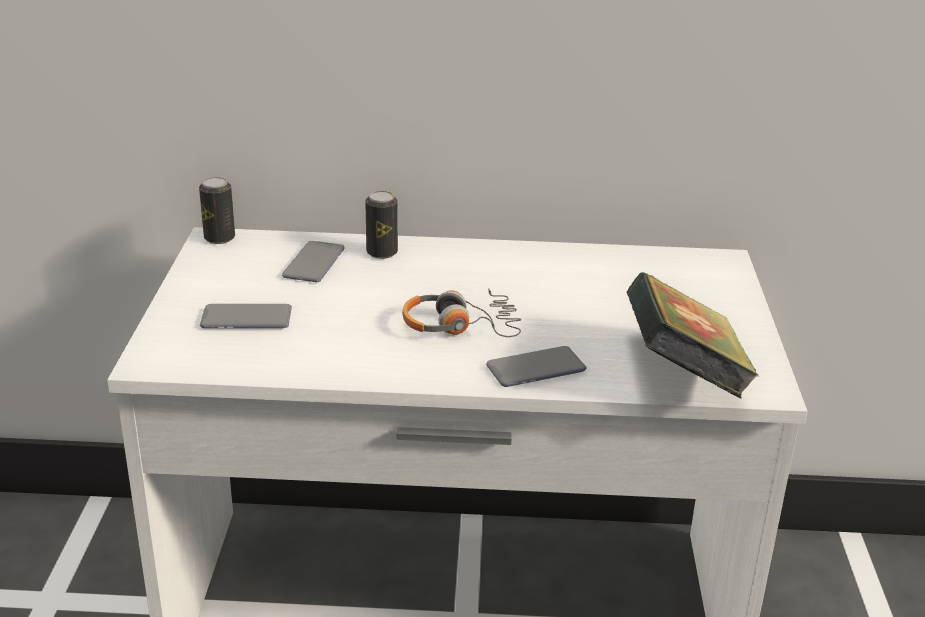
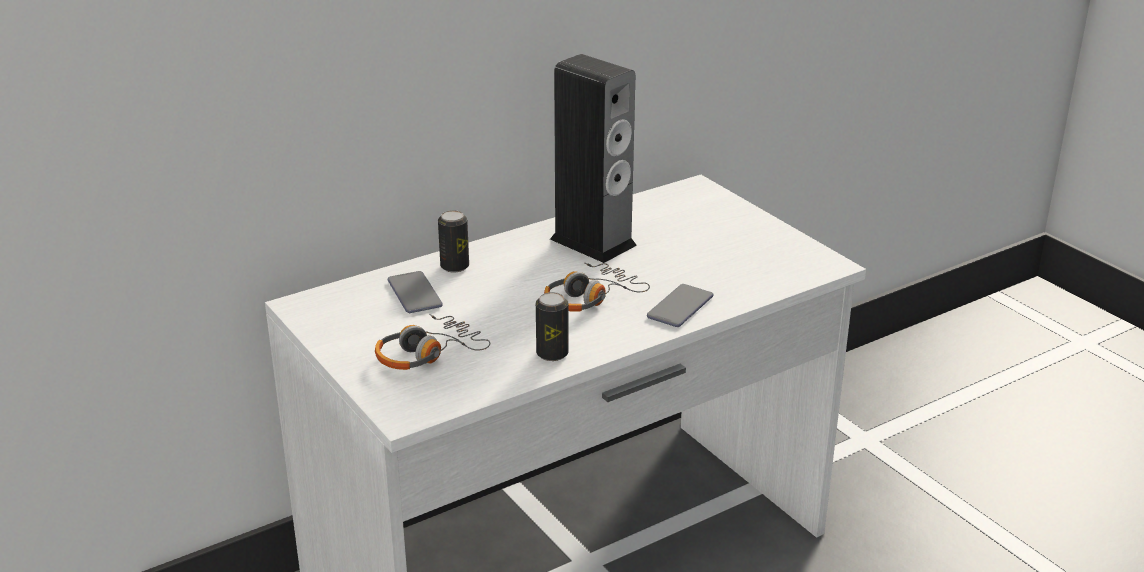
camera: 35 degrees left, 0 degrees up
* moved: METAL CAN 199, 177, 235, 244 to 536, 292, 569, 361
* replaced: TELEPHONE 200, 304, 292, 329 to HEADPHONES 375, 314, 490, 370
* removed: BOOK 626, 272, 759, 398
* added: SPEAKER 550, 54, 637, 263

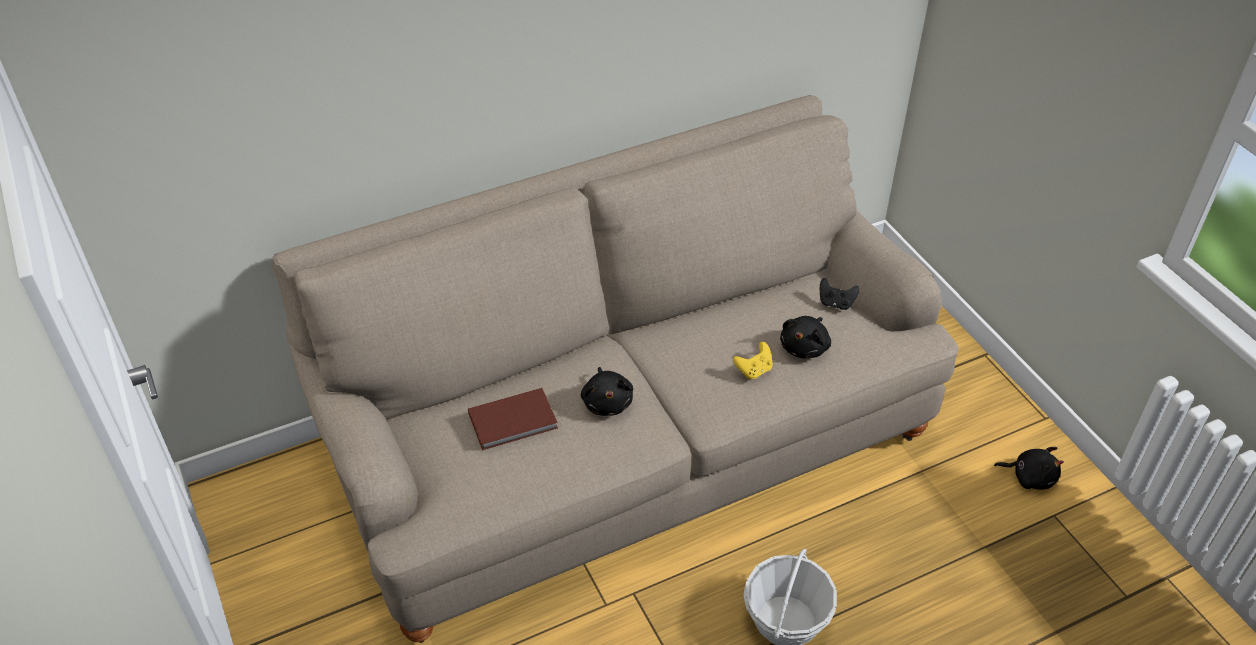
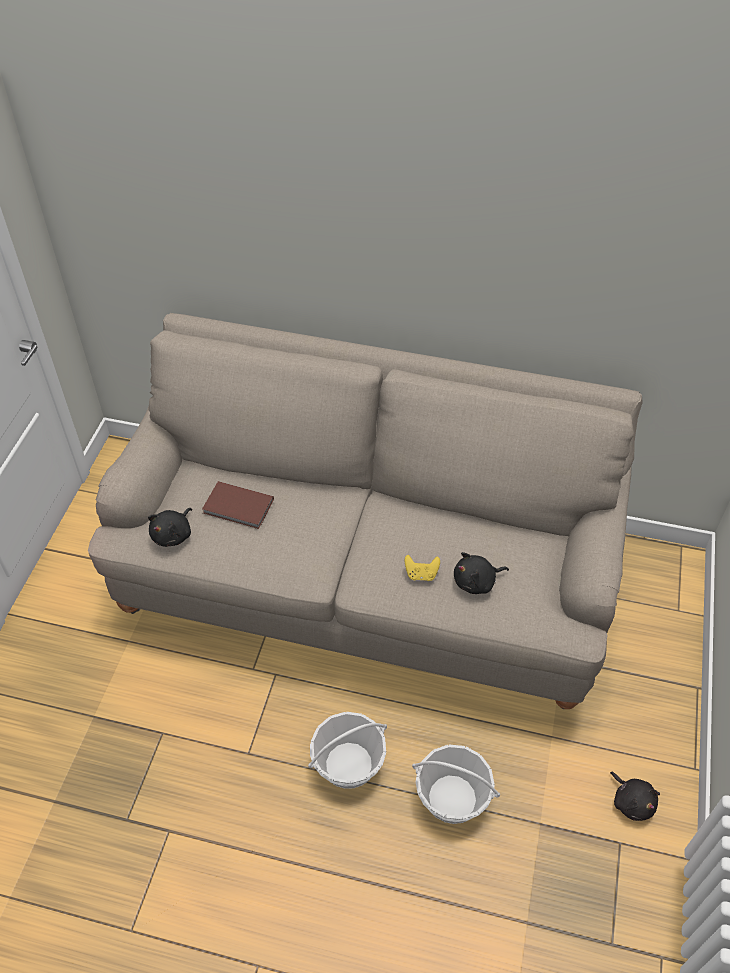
camera: 40 degrees right, 5 degrees up
* moved: BLACK-COLOURED CUDDLY TOY 581, 367, 633, 416 to 148, 508, 192, 547
* removed: BLACK-COLOURED JOYPAD 820, 278, 859, 310
* added: BASKET 412, 744, 500, 824

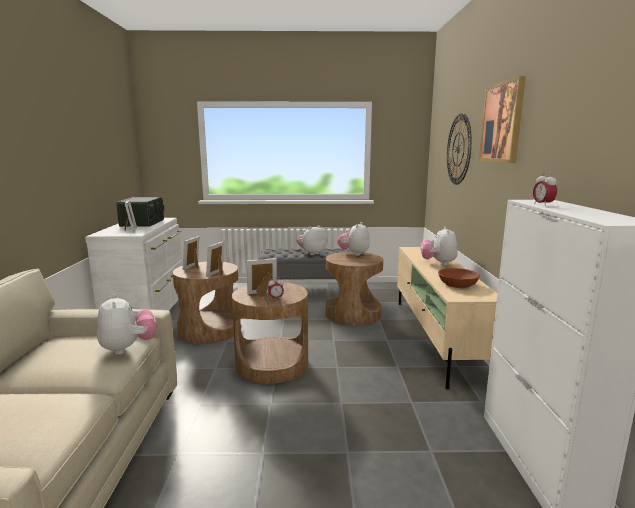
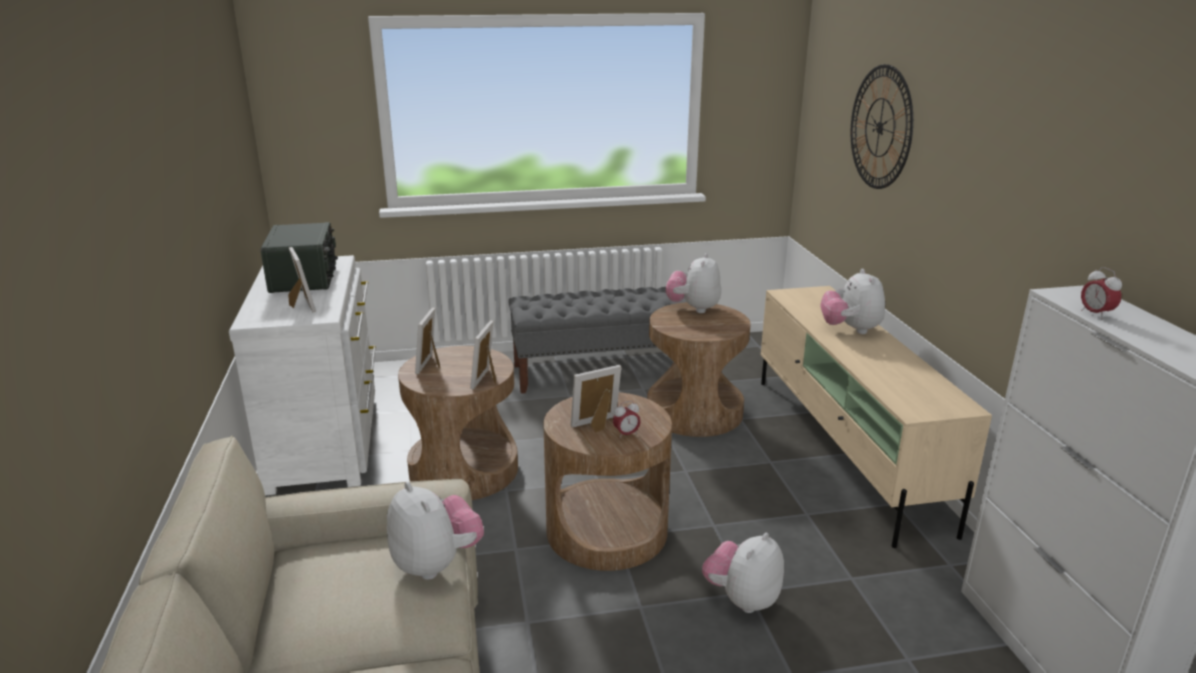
camera: 10 degrees left, 10 degrees up
* moved: CUDDLY TOY 297, 225, 327, 255 to 702, 533, 784, 613
* removed: BROWN SERVING BOWL 438, 268, 480, 288
* removed: WALL PICTURE 479, 76, 526, 163

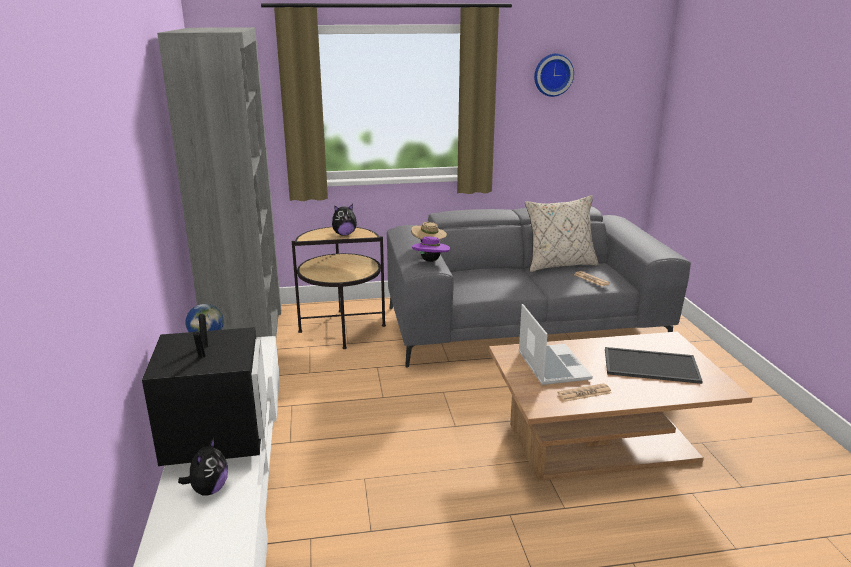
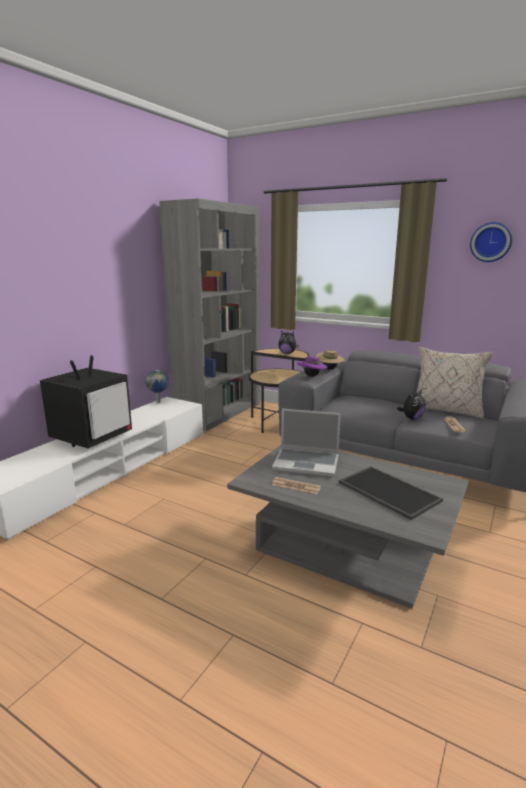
camera: 40 degrees right, 5 degrees down
* moved: CUDDLY TOY 178, 438, 228, 496 to 397, 390, 425, 420
* recoloured: BROWN COFFEE TABLE 489, 332, 753, 481 to GREY COFFEE TABLE 227, 445, 468, 609
* turned: NOTEBOOK COMPUTER 518, 304, 593, 385 = 272, 409, 341, 477 75 degrees clockwise

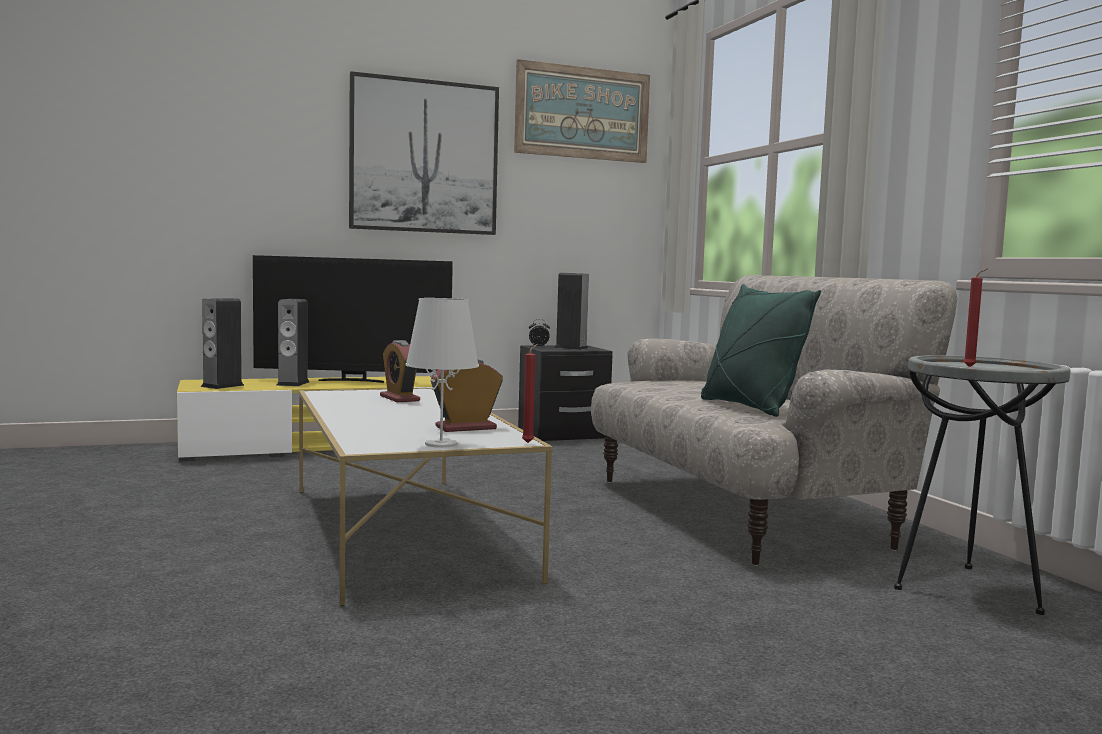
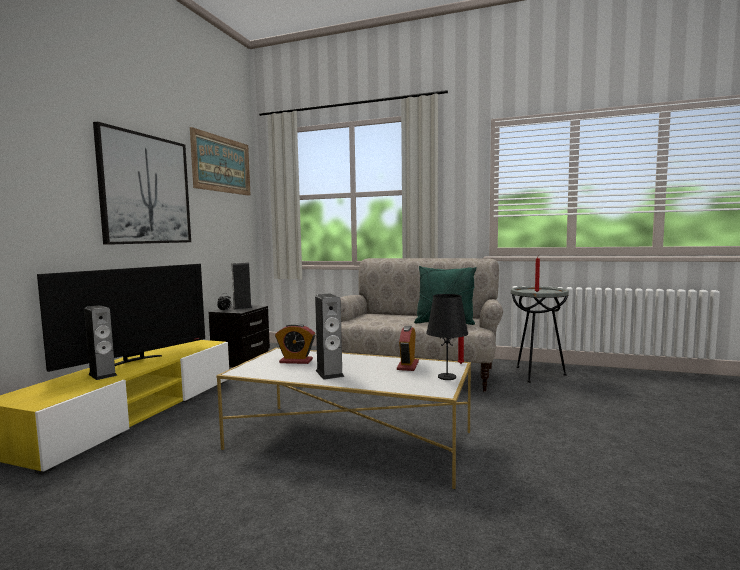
camera: 50 degrees left, 0 degrees up
* moved: SPEAKER 201, 298, 244, 389 to 315, 294, 344, 380
* recoloured: WHITISH TABLE LAMP 406, 298, 479, 448 to BLACK-COLOURED TABLE LAMP 426, 294, 468, 380

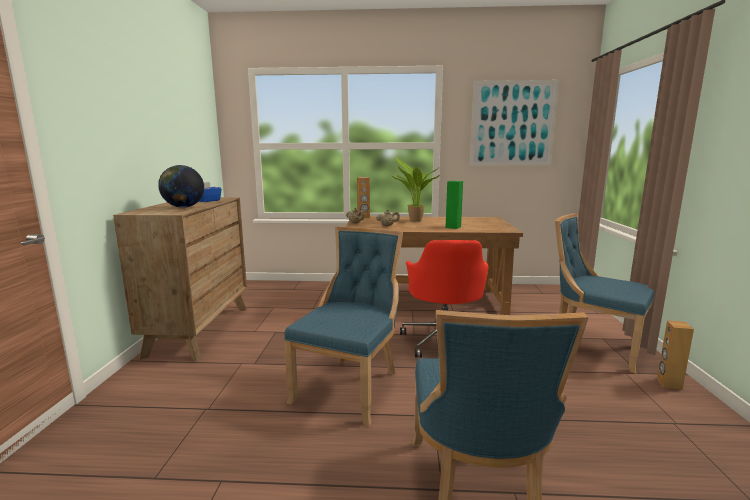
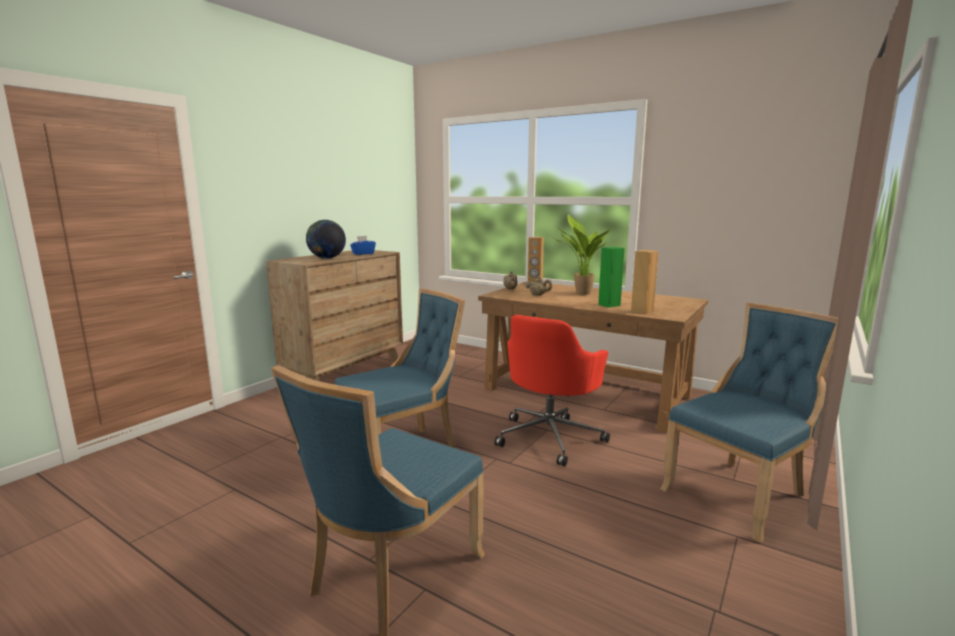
camera: 30 degrees right, 0 degrees up
* removed: WALL PICTURE 470, 80, 559, 166
* turned: BLUISH CHAIR 555, 213, 654, 373 = 660, 303, 838, 543 75 degrees clockwise
* moved: BROWN SPEAKER 657, 320, 694, 390 to 631, 250, 659, 314

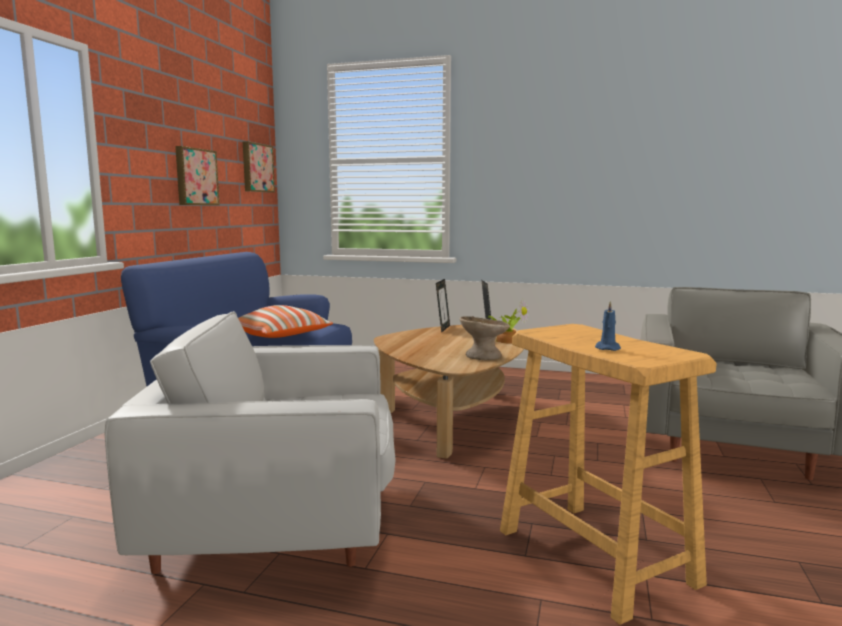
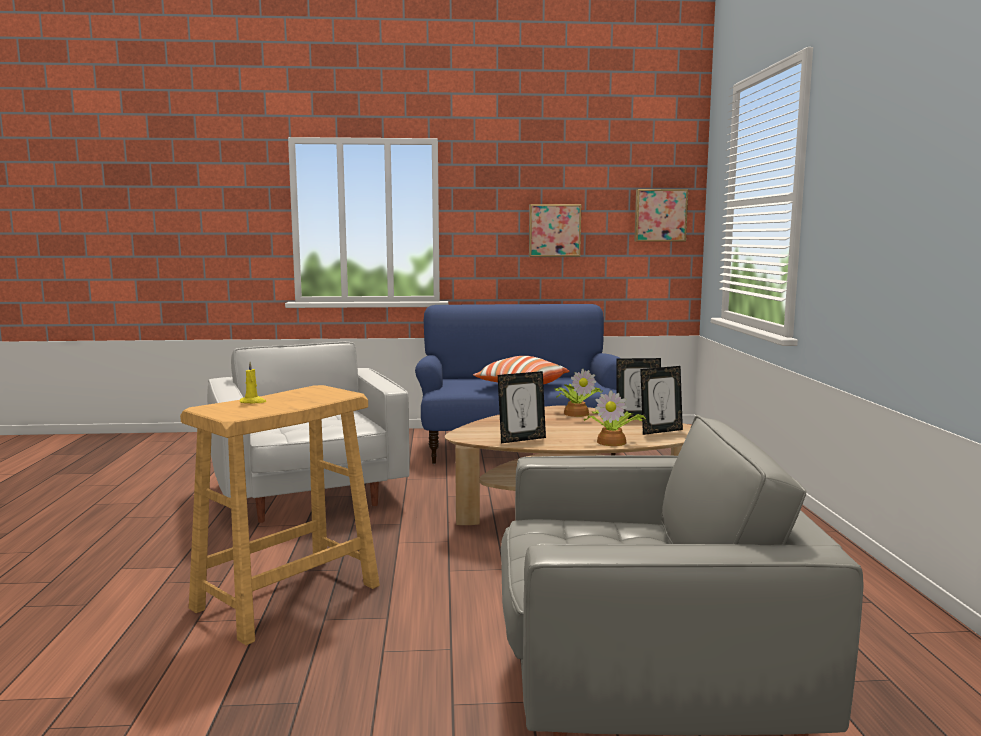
camera: 70 degrees right, 0 degrees up
* replaced: BEIGE-COLOURED SERVING BOWL 460, 316, 510, 360 to STANDING FRAME 498, 371, 546, 443
* recoloured: BLUISH WAX CANDLE 595, 301, 621, 351 to YELLOWISH WAX CANDLE 240, 362, 266, 403
* added: POTTED PLANT 554, 368, 602, 417

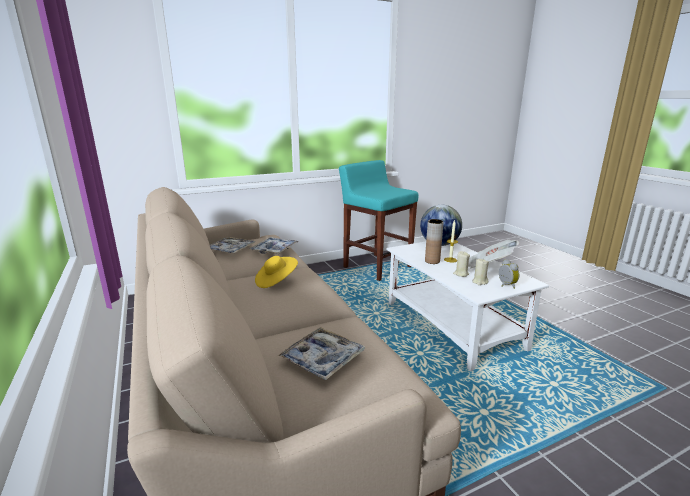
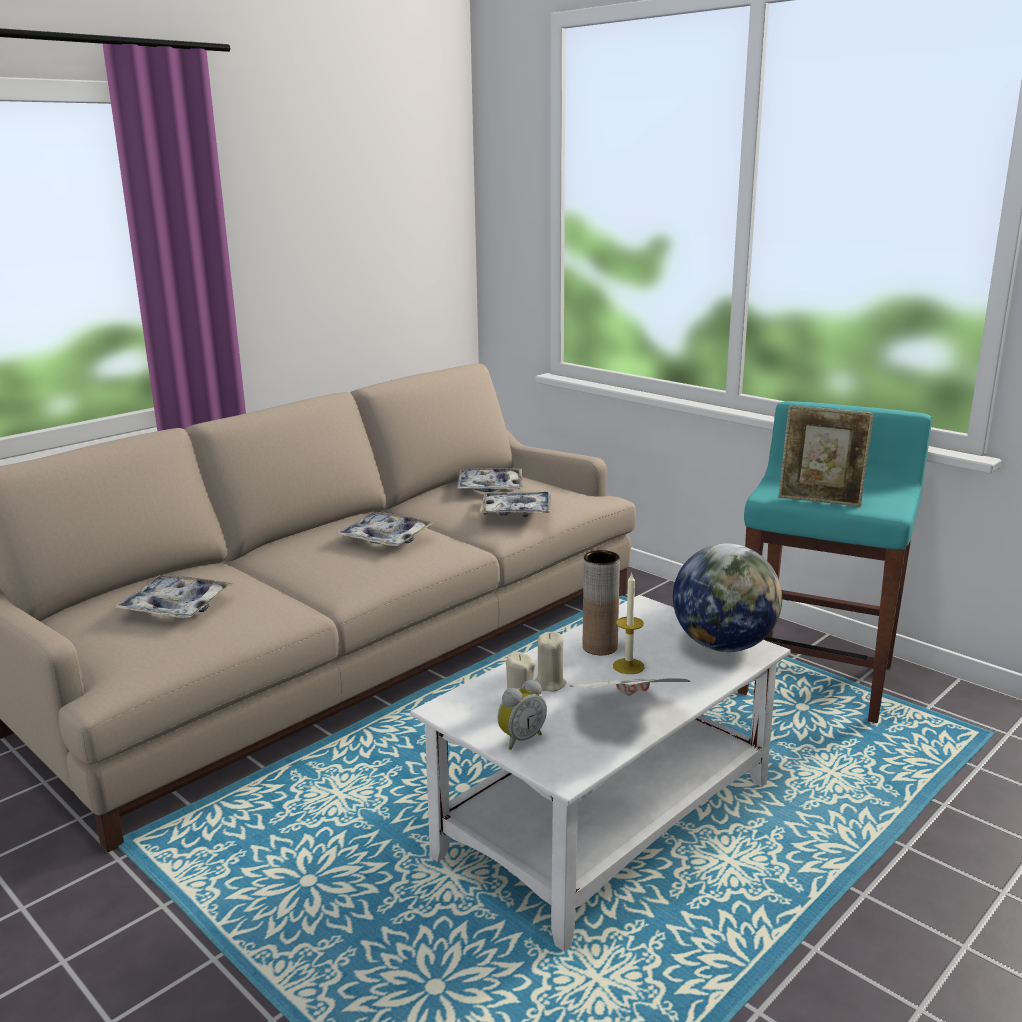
camera: 70 degrees right, 0 degrees up
* replaced: YELLOWISH WEARABLE HAT 255, 256, 298, 288 to SERVING TRAY 336, 512, 435, 546
* added: STANDING FRAME 778, 405, 874, 507

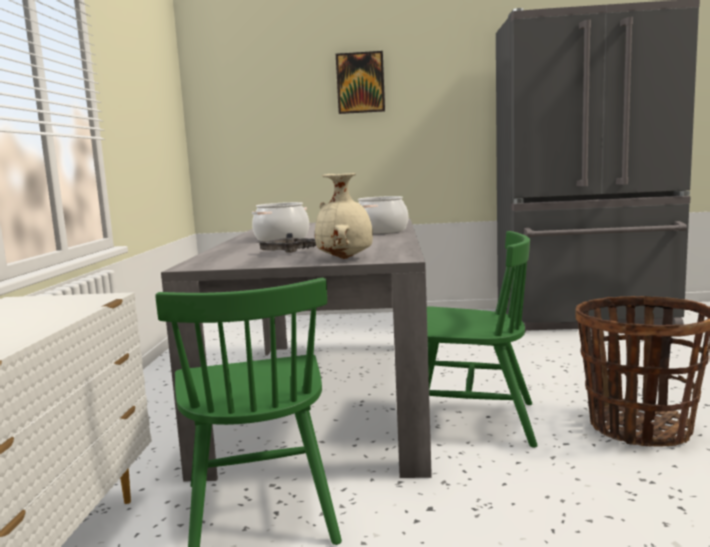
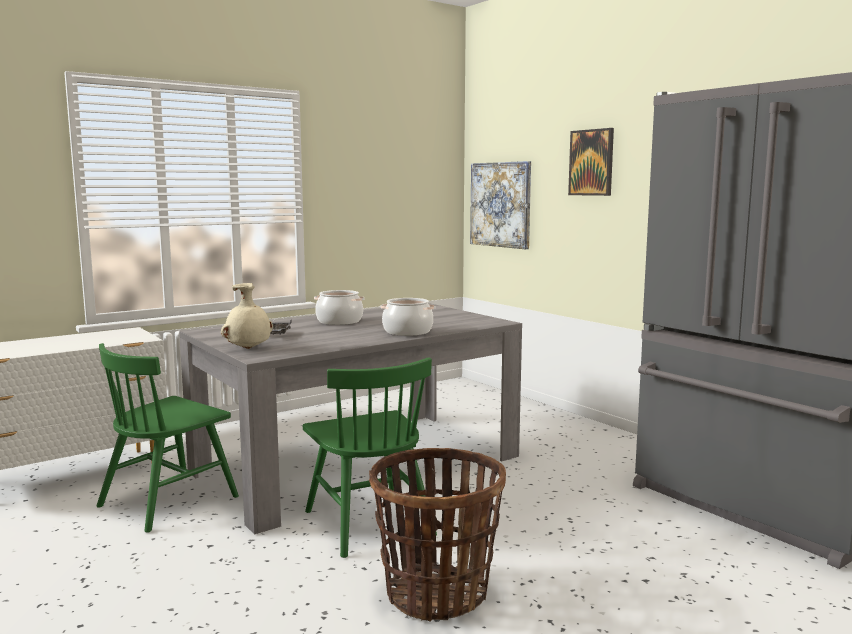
camera: 50 degrees right, 0 degrees up
* added: WALL PICTURE 470, 161, 531, 249

